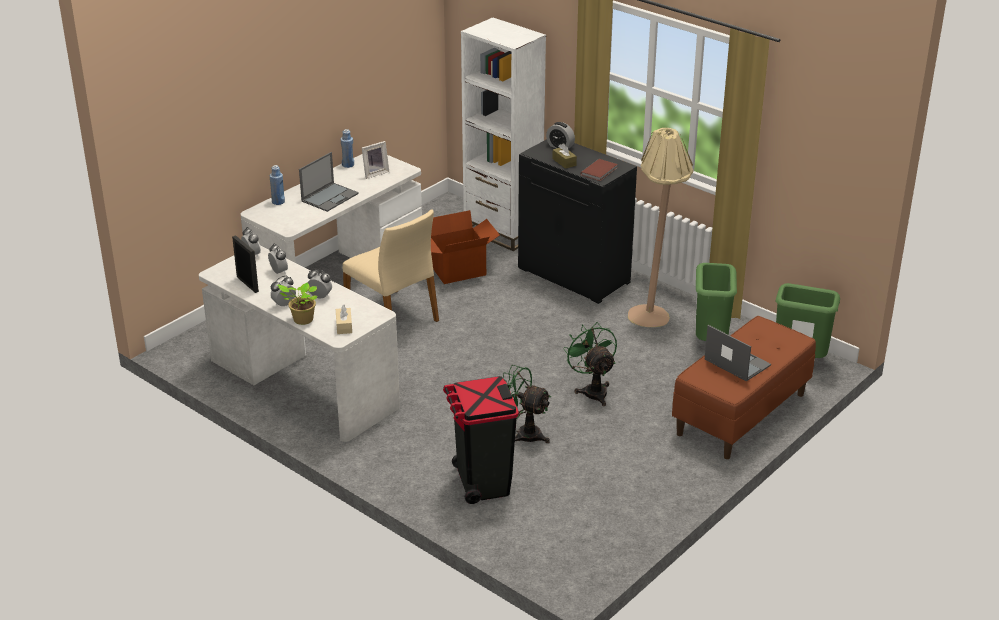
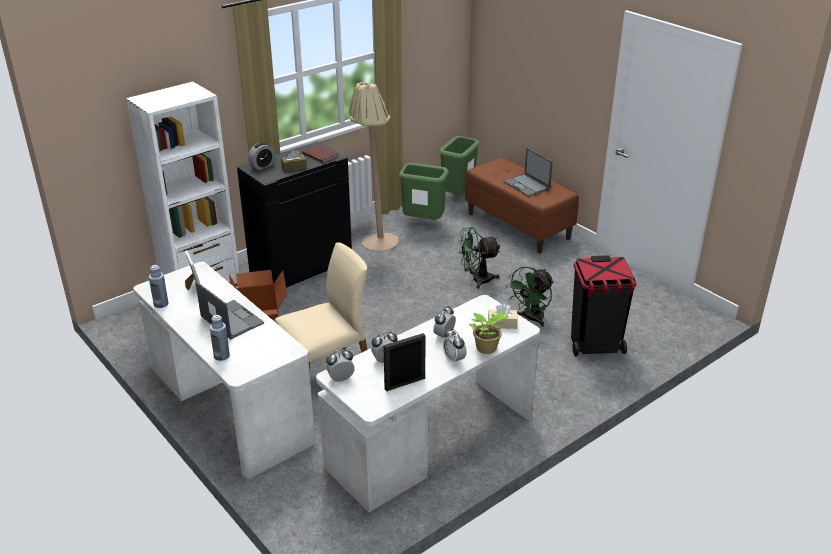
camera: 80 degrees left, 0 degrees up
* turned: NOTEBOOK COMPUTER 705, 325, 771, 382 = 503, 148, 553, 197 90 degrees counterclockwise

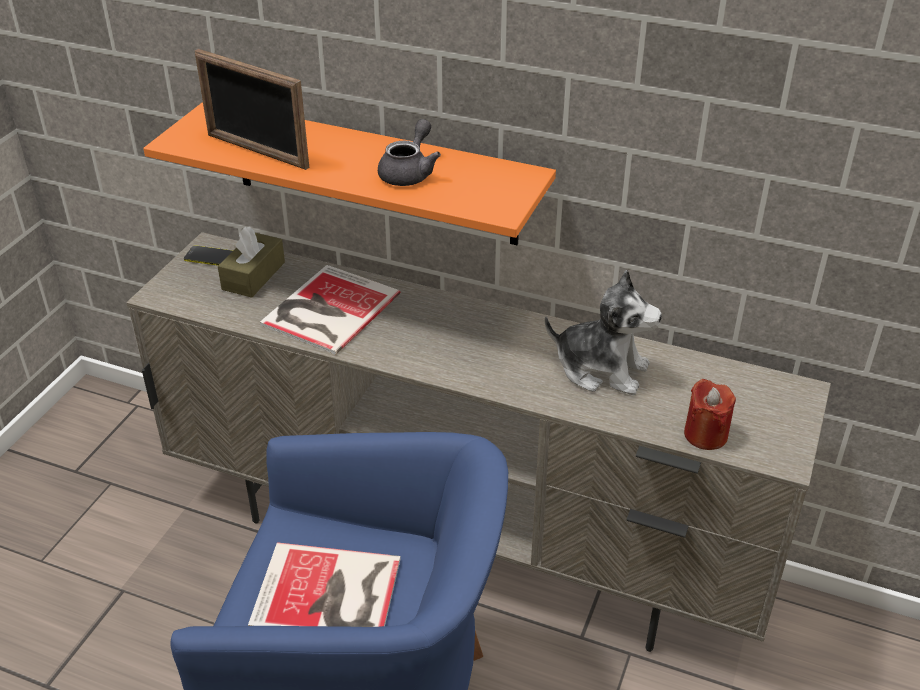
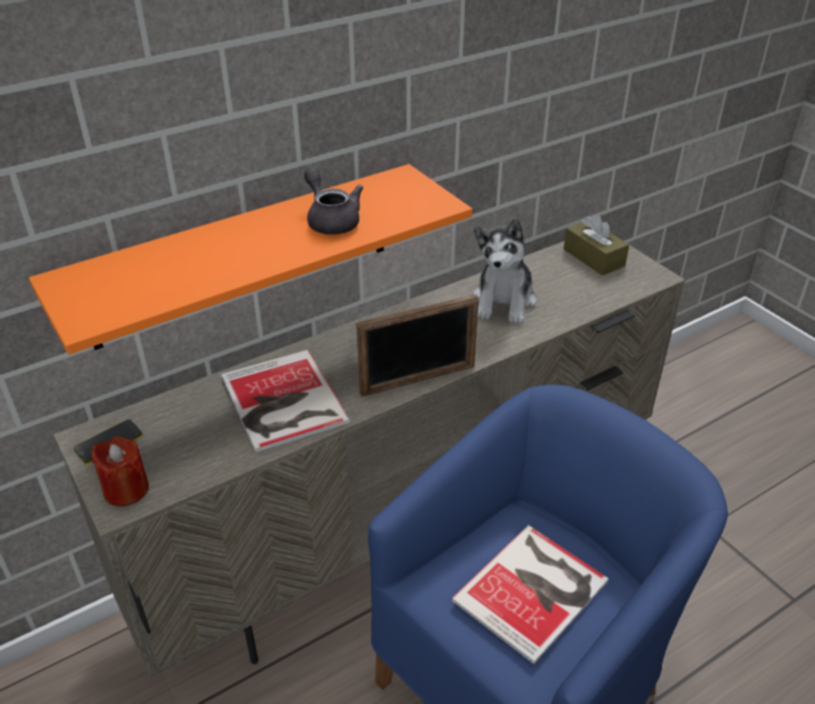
camera: 55 degrees left, 0 degrees up
* moved: STANDING FRAME 195, 49, 309, 170 to 356, 294, 479, 397
* moved: BROWN TISSUE BOX 218, 227, 285, 298 to 564, 214, 629, 276
* turned: CUDDLY TOY 545, 270, 662, 395 = 473, 218, 536, 324 135 degrees clockwise
* moved: RED-COLOURED WAX CANDLE 684, 379, 736, 450 to 91, 436, 149, 506

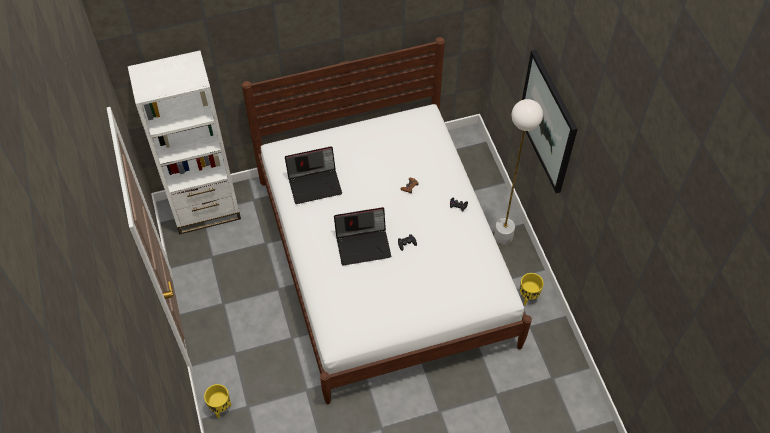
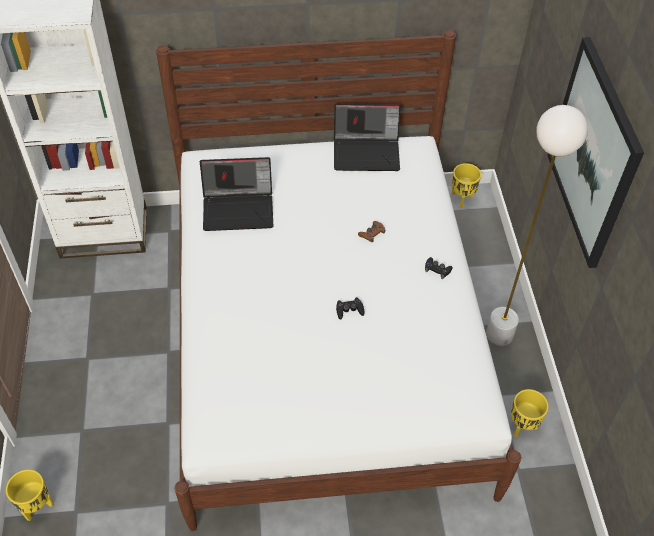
camera: 10 degrees right, 5 degrees down
* moved: NOTEBOOK COMPUTER 334, 207, 391, 265 to 334, 104, 401, 171
* added: YELLOWISH PLANT POT 452, 163, 481, 208

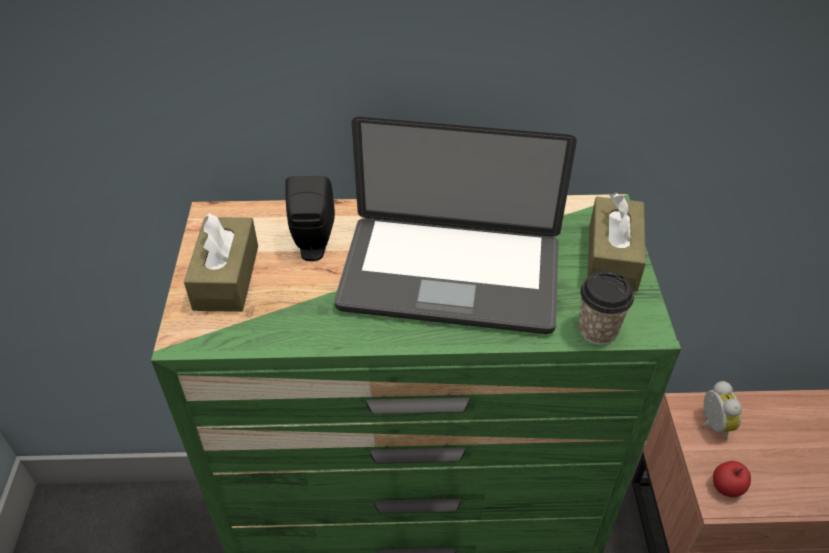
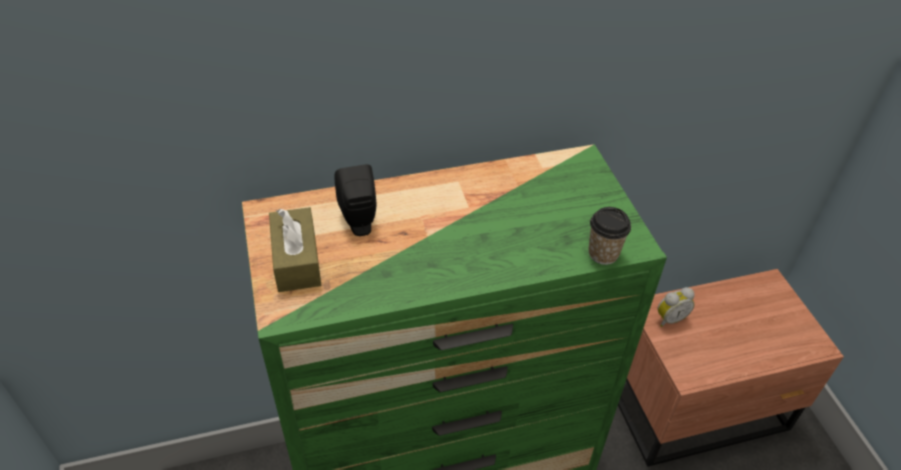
camera: 15 degrees left, 0 degrees up
* removed: NOTEBOOK COMPUTER 334, 116, 577, 334
* removed: BROWN TISSUE BOX 587, 193, 646, 292
* turned: TABLE CLOCK 701, 381, 742, 440 = 657, 287, 694, 327 90 degrees clockwise
* removed: APPLE FRUIT 713, 461, 751, 497

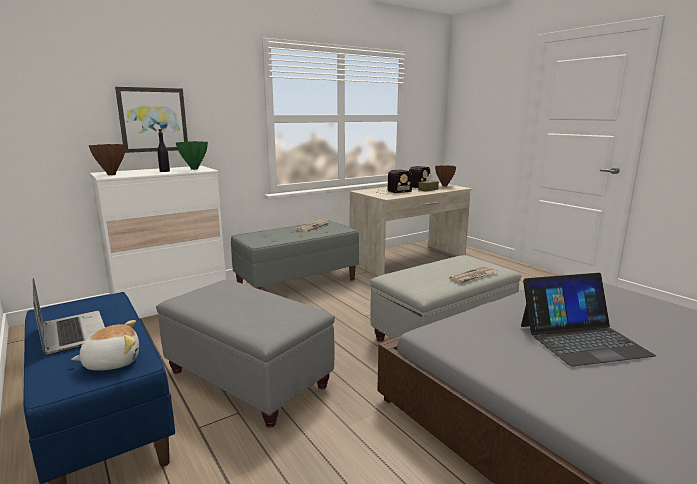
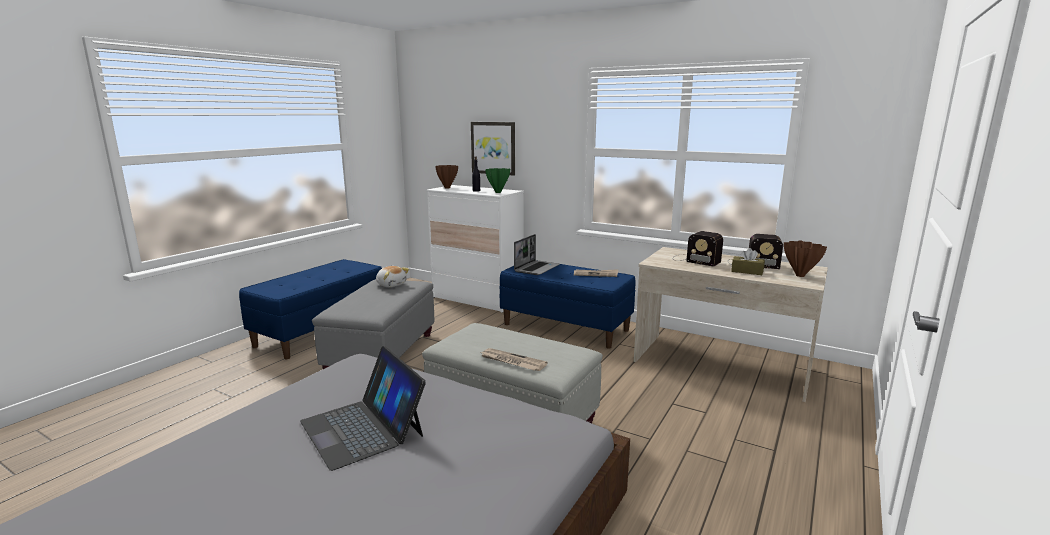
camera: 65 degrees right, 0 degrees up
* moved: NOTEBOOK COMPUTER 33, 278, 105, 355 to 514, 234, 560, 275
* moved: CUDDLY TOY 71, 320, 139, 371 to 376, 266, 409, 287
* recoloured: GREY LONG SEAT 231, 221, 359, 290 to BLUISH LONG SEAT 499, 264, 636, 349

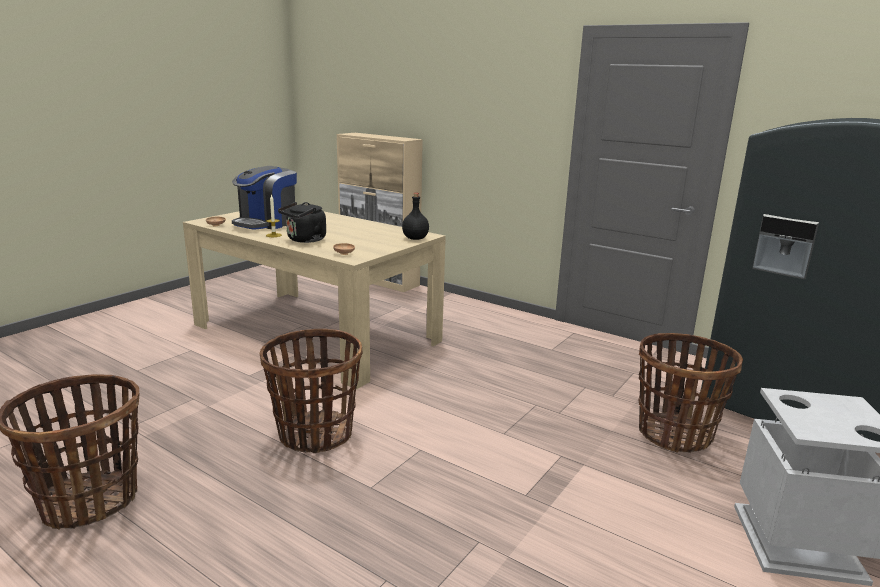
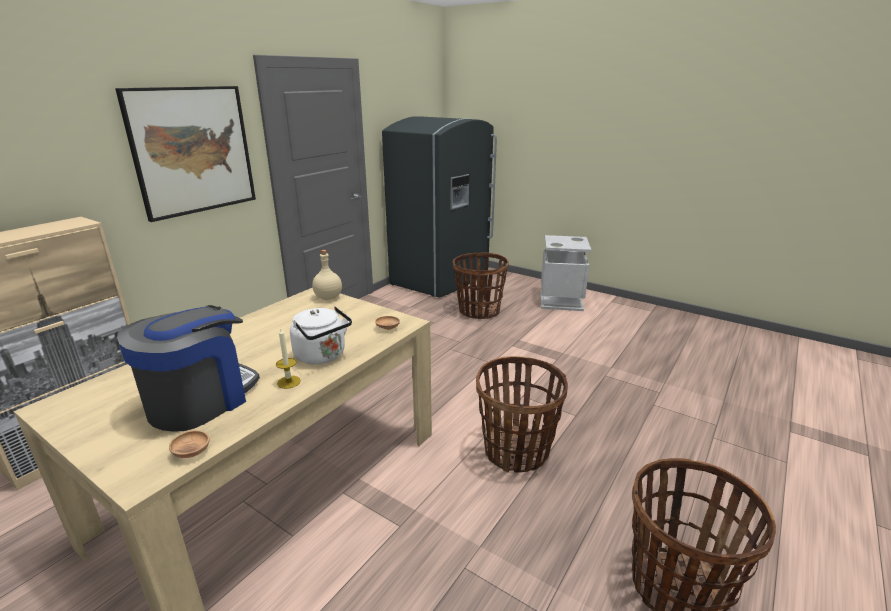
camera: 90 degrees left, 5 degrees up
* turned: COFFEE MAKER 232, 166, 297, 230 = 117, 305, 260, 432 90 degrees counterclockwise
* recoloured: BLACK-COLOURED KETTLE 278, 202, 326, 243 to WHITISH KETTLE 290, 306, 352, 364
* recoloured: BLACK-COLOURED BOTTLE 402, 193, 429, 240 to BEIGE-COLOURED BOTTLE 312, 250, 342, 300
* added: WALL PICTURE 115, 86, 256, 222

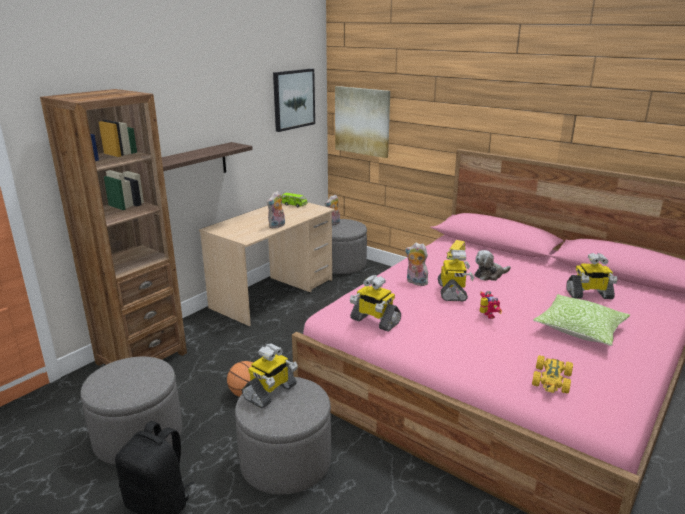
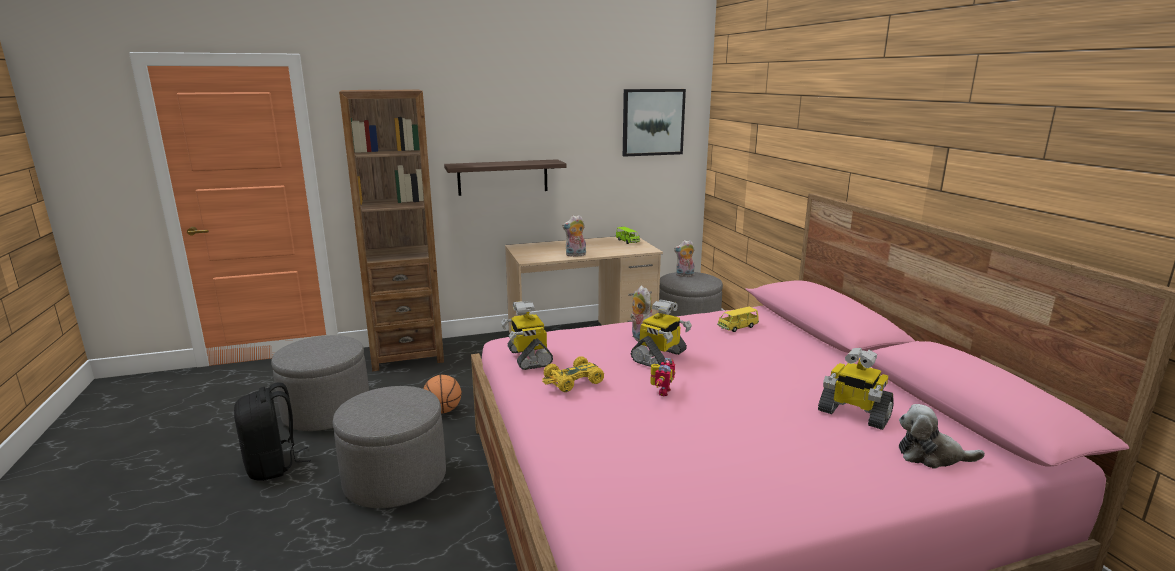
camera: 35 degrees right, 5 degrees down
* removed: ROBOT FIGURE 242, 343, 298, 408
* removed: WALL PICTURE 335, 86, 390, 158
* moved: CUDDLY TOY 475, 250, 511, 281 to 899, 404, 985, 469
* moved: YELLOWISH MINIATURE CAR 532, 355, 573, 394 to 542, 356, 604, 392
* removed: THROW PILLOW 533, 294, 630, 346

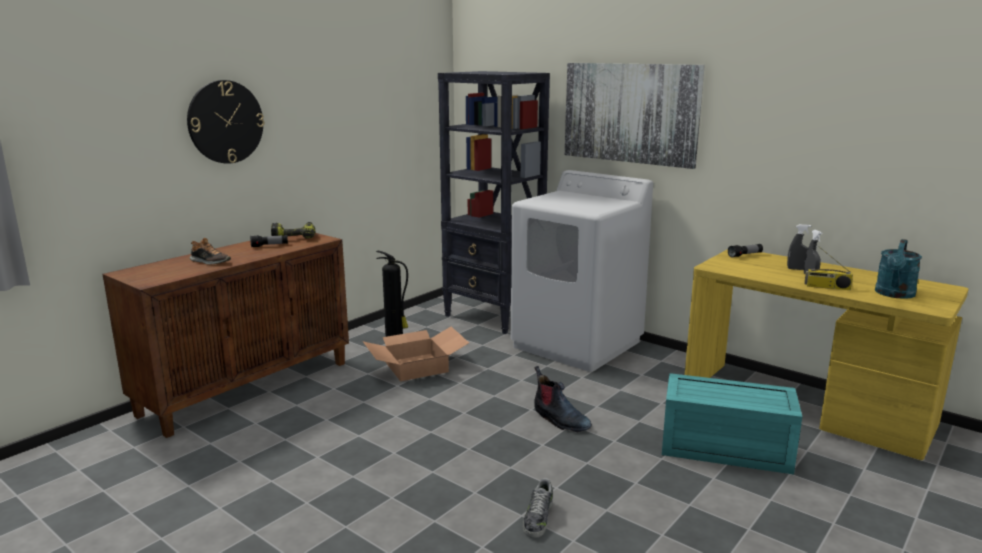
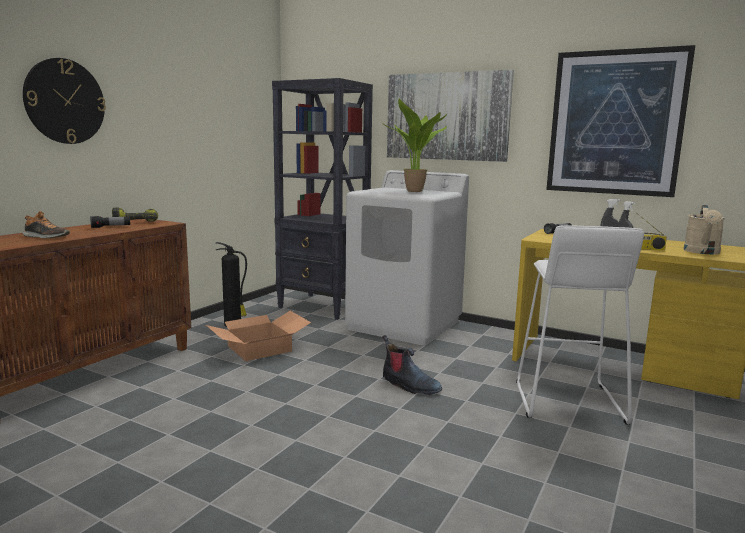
camera: 10 degrees left, 5 degrees down
* removed: SHOE 523, 478, 553, 538
* replaced: TURQUOISE STORAGE CONTAINER 662, 373, 802, 474 to WHITISH STOOL 516, 226, 644, 425
* recoloured: TURQUOISE SPRINKLING CAN 875, 239, 922, 299 to BEIGE-COLOURED SPRINKLING CAN 683, 205, 725, 254
* added: POTTED PLANT 384, 99, 448, 192
* added: WALL PICTURE 546, 45, 695, 197

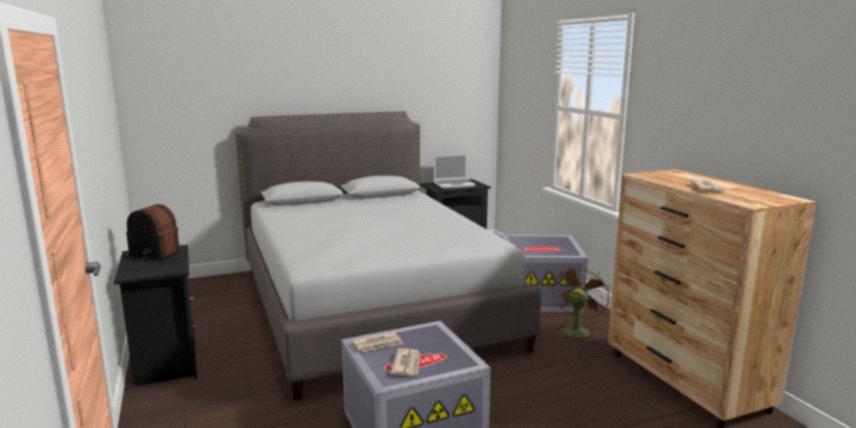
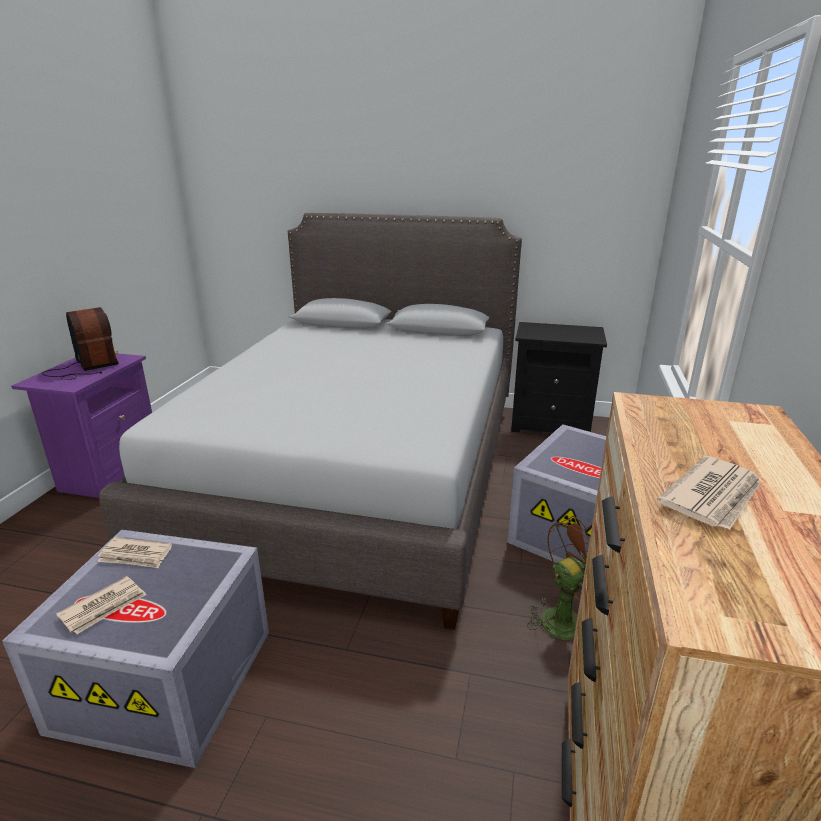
camera: 35 degrees right, 10 degrees up
* recoloured: BLACK-COLOURED NIGHT TABLE 114, 245, 197, 386 to PURPLE-COLOURED NIGHT TABLE 11, 354, 152, 498
* removed: NOTEBOOK COMPUTER 434, 154, 476, 189

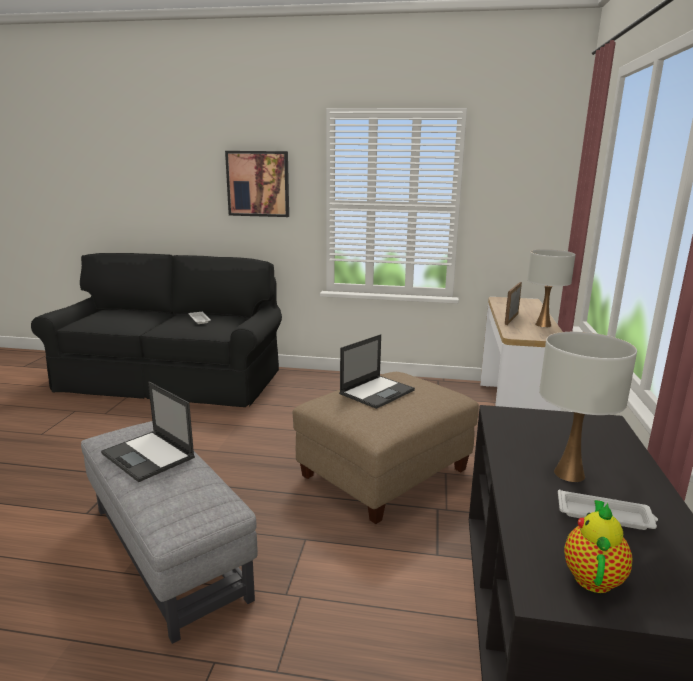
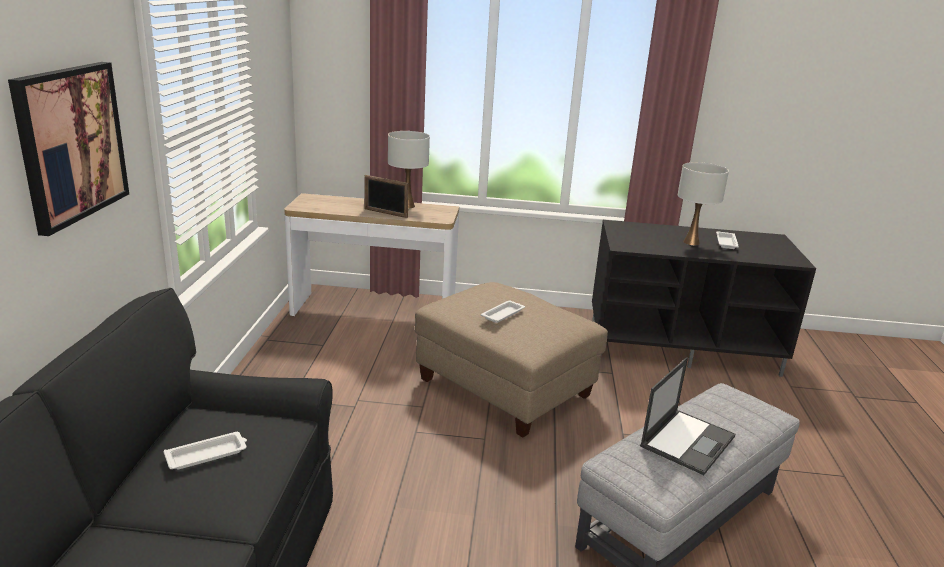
camera: 95 degrees left, 5 degrees up
* replaced: NOTEBOOK COMPUTER 339, 334, 415, 409 to WHITISH SERVING TRAY 481, 300, 525, 323
* removed: TEAPOT 564, 500, 633, 593

